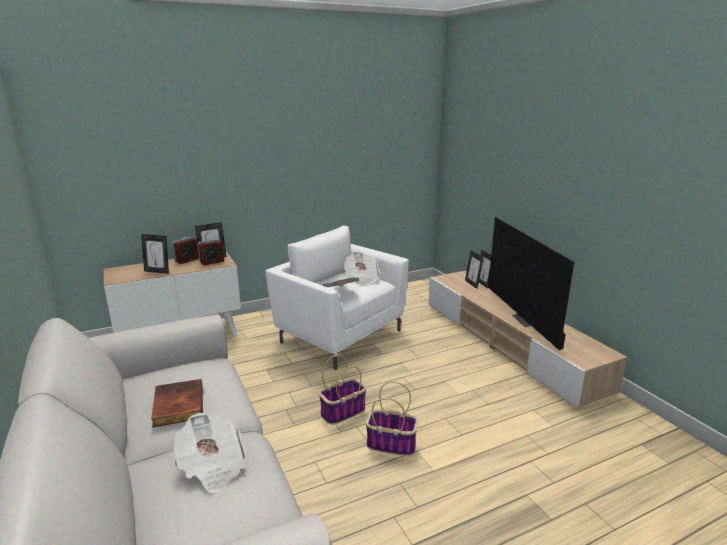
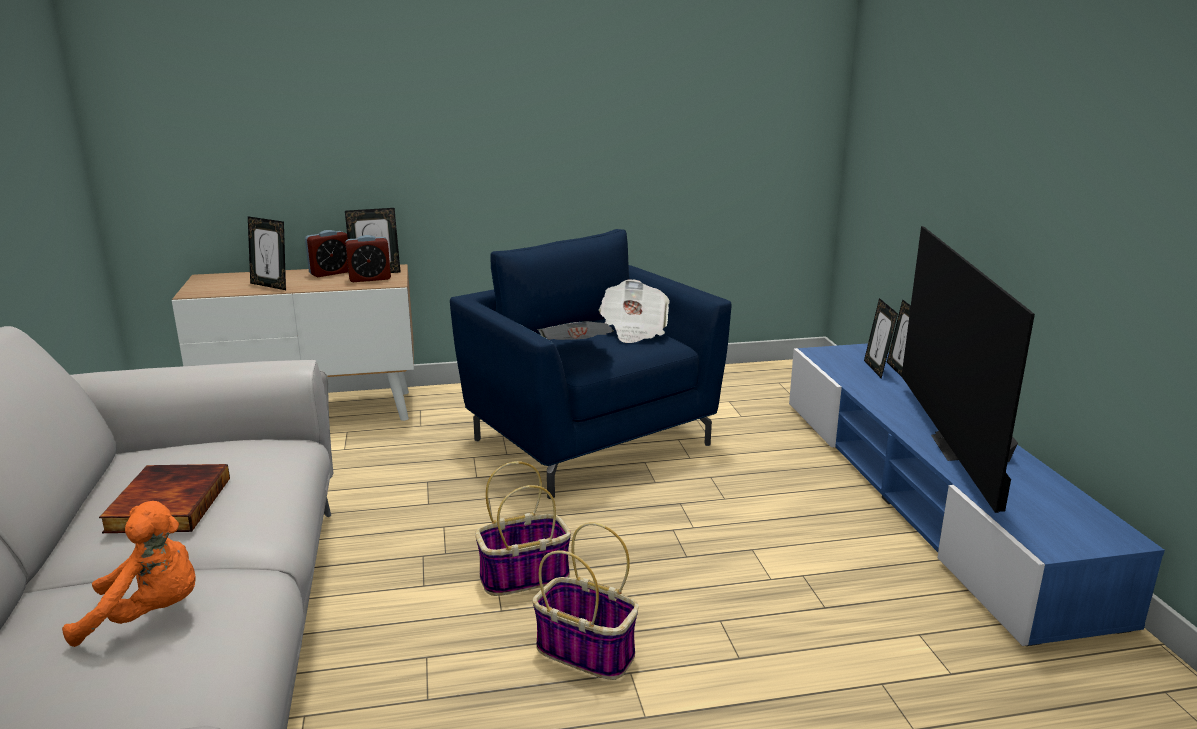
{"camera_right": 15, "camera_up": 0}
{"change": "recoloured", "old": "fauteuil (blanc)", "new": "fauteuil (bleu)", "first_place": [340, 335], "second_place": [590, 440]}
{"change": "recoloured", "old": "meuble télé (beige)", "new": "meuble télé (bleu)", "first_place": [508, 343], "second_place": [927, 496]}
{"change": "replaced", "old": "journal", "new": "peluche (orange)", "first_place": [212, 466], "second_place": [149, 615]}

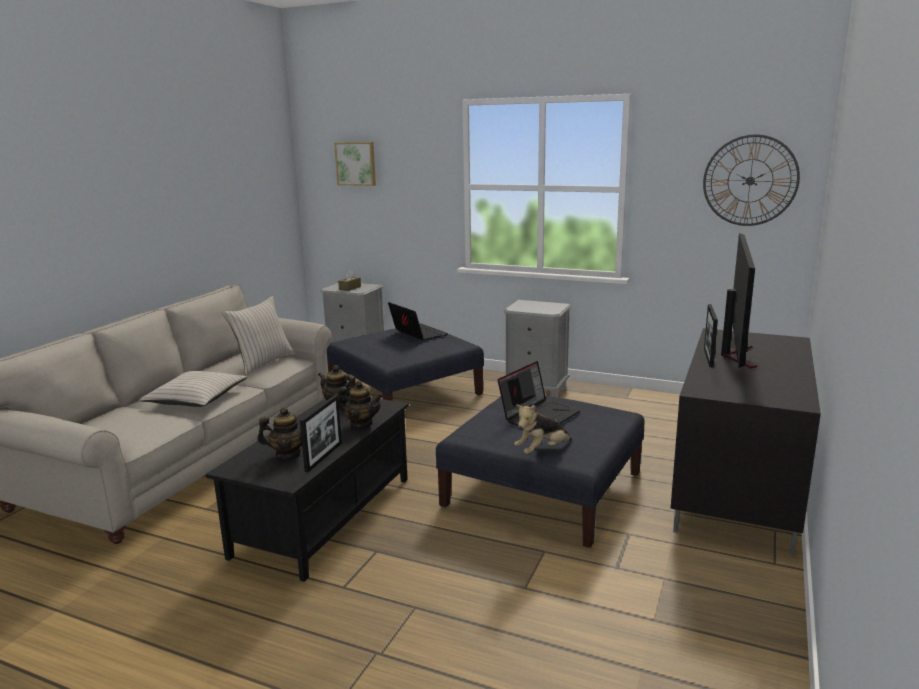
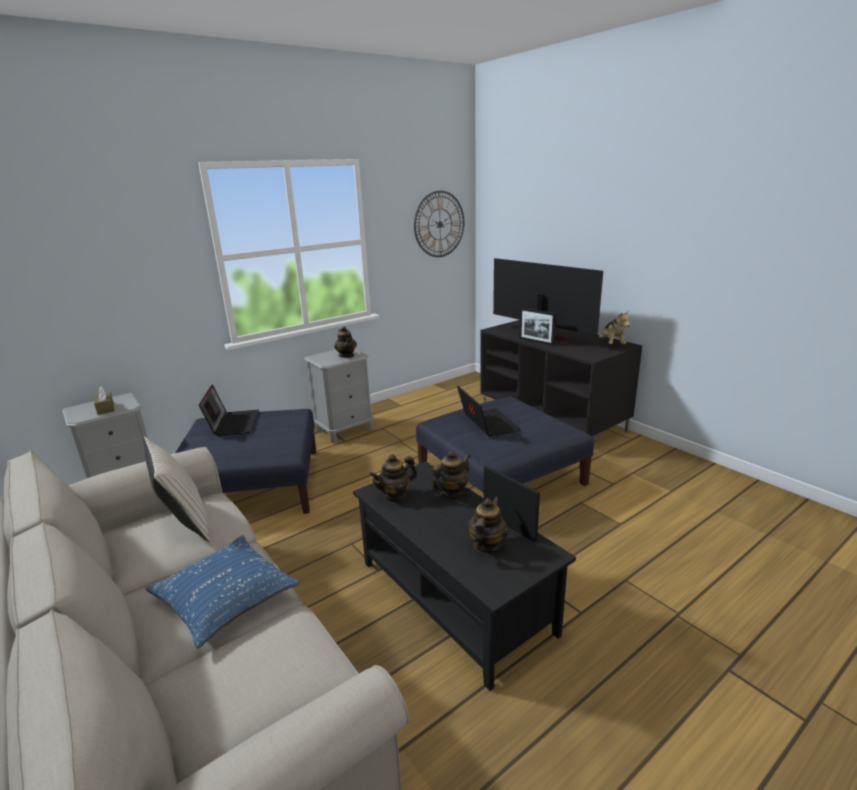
{"camera_right": -60, "camera_up": 5}
{"change": "removed", "old": "tableau", "first_place": [356, 163]}
{"change": "turned", "old": "ordinateur portable", "first_place": [417, 333], "second_place": [233, 423], "degrees": 90}
{"change": "recoloured", "old": "coussin (beige)", "new": "coussin (bleu)", "first_place": [196, 398], "second_place": [225, 598]}
{"change": "moved", "old": "peluche", "first_place": [542, 450], "second_place": [611, 344]}
{"change": "added", "new": "théière", "second_place": [346, 355]}

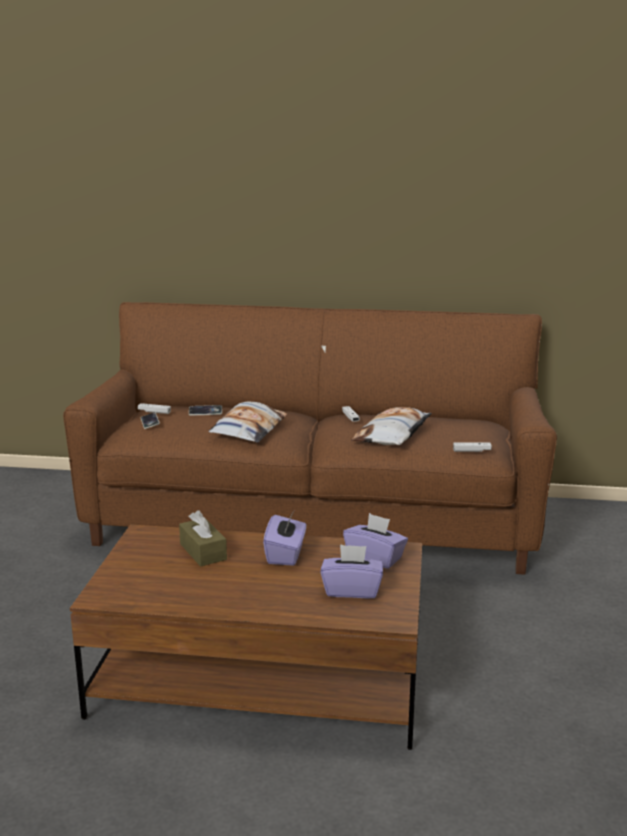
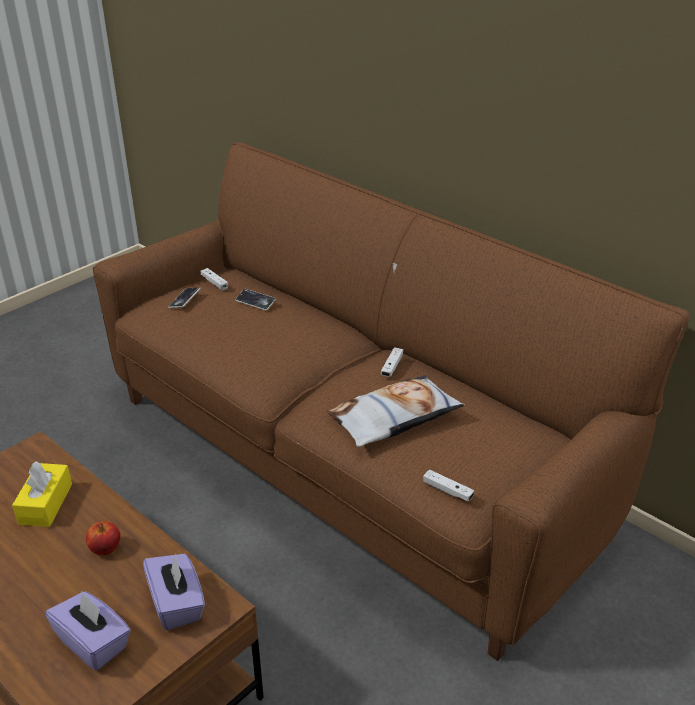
{"camera_right": 35, "camera_up": 15}
{"change": "removed", "old": "coussin", "first_place": [248, 429]}
{"change": "recoloured", "old": "boîte à mouchoirs (marron)", "new": "boîte à mouchoirs (jaune)", "first_place": [203, 552], "second_place": [45, 504]}
{"change": "replaced", "old": "boîte à mouchoirs (violet)", "new": "pomme", "first_place": [286, 554], "second_place": [105, 549]}

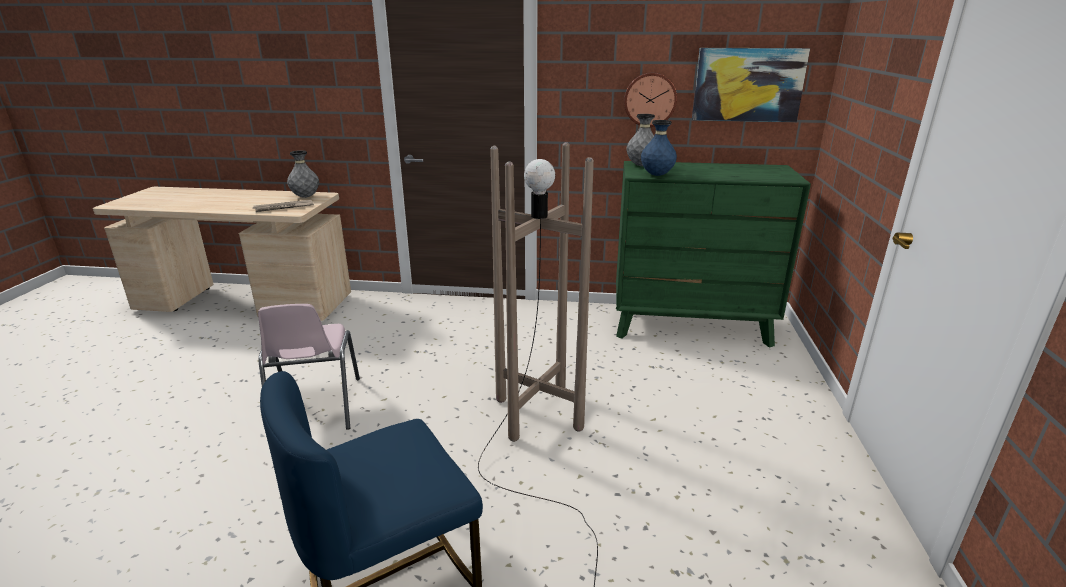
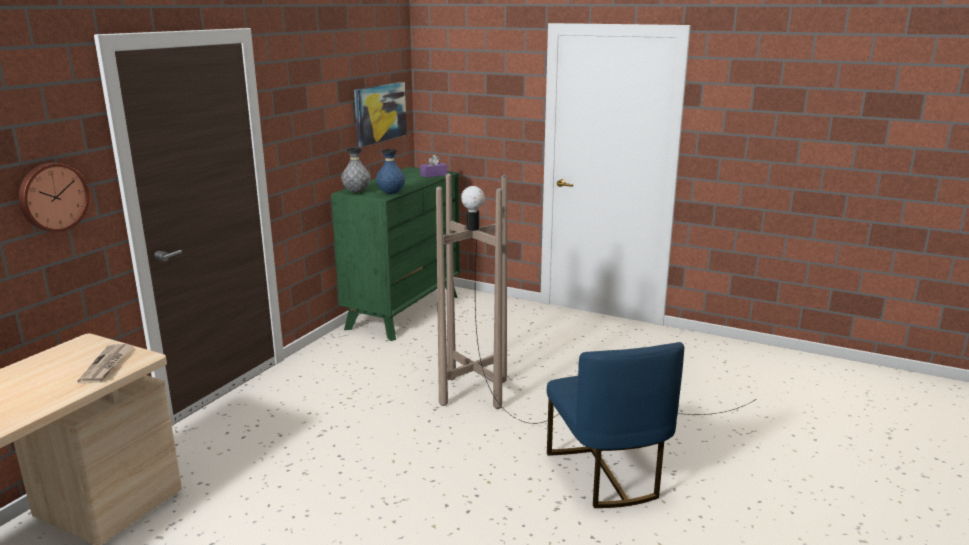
{"camera_right": -70, "camera_up": -5}
{"change": "moved", "old": "horloge murale", "first_place": [650, 99], "second_place": [52, 197]}
{"change": "removed", "old": "vase (gris)", "first_place": [305, 197]}
{"change": "removed", "old": "chaise (rose)", "first_place": [315, 408]}
{"change": "added", "new": "boîte à mouchoirs (violet)", "second_place": [433, 175]}

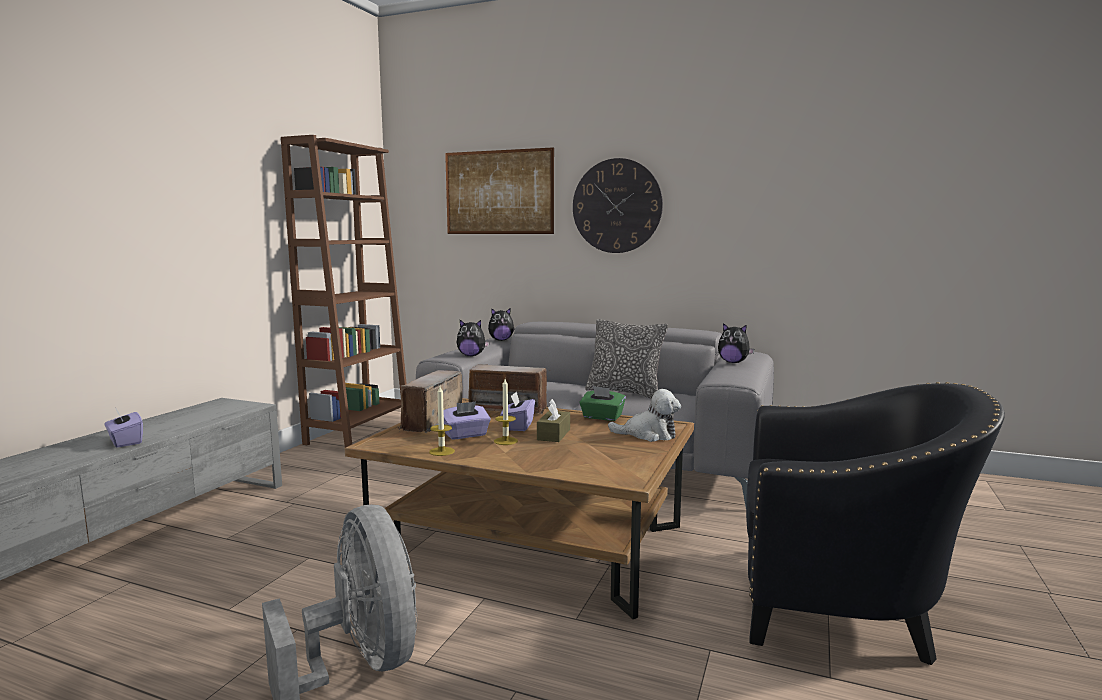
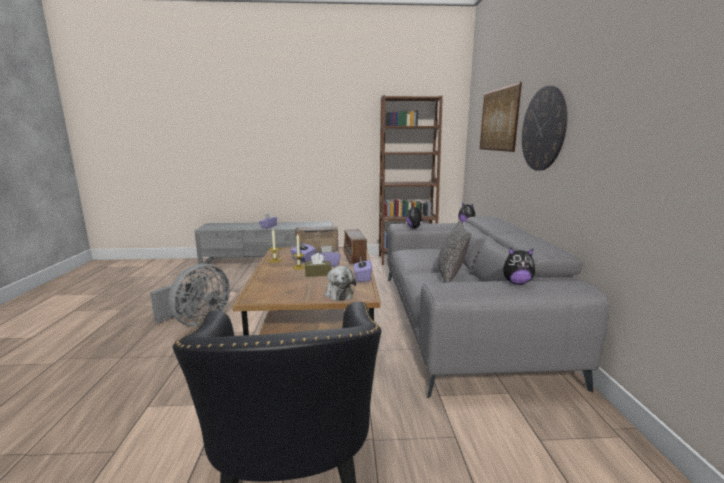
{"camera_right": 65, "camera_up": 5}
{"change": "turned", "old": "peluche", "first_place": [733, 362], "second_place": [516, 283], "degrees": -90}
{"change": "recoloured", "old": "boîte à mouchoirs (vert)", "new": "boîte à mouchoirs (violet)", "first_place": [602, 417], "second_place": [362, 278]}

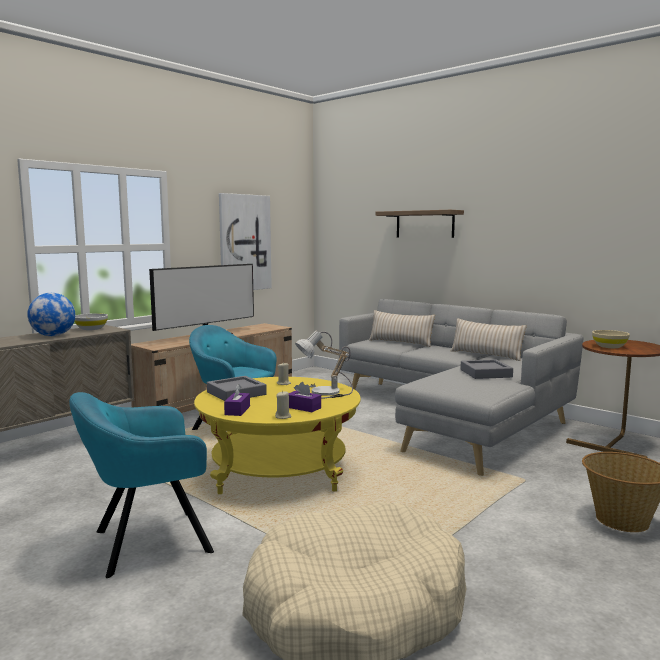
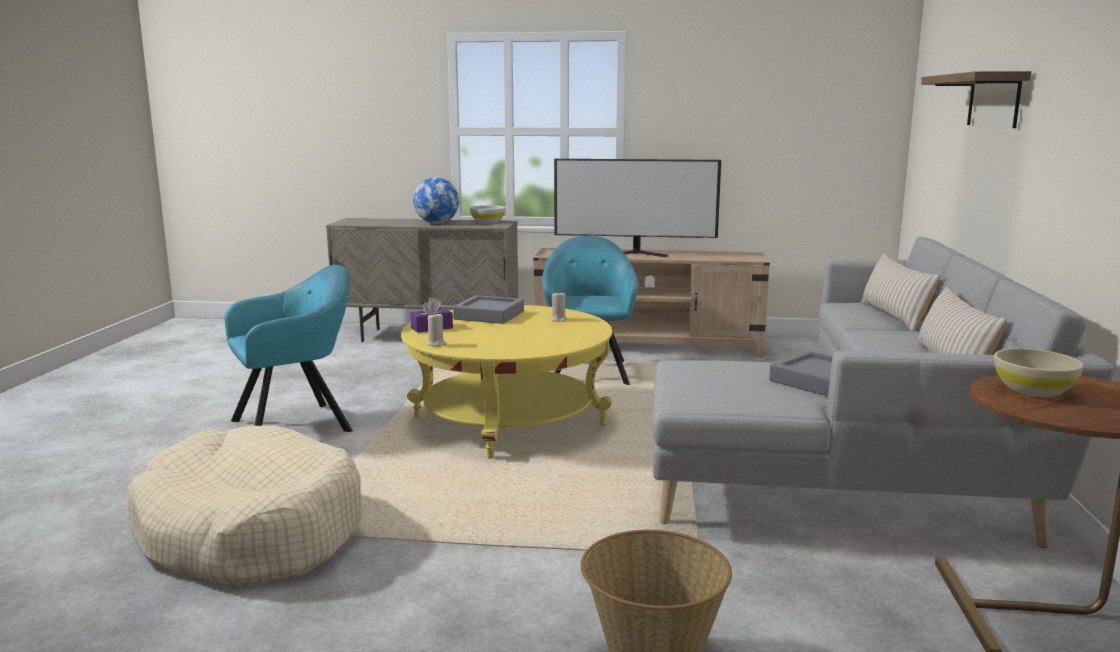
{"camera_right": 55, "camera_up": 5}
{"change": "removed", "old": "tableau", "first_place": [244, 243]}
{"change": "removed", "old": "lampe de table", "first_place": [325, 392]}
{"change": "removed", "old": "boîte à mouchoirs (violet)", "first_place": [303, 407]}
{"change": "turned", "old": "fauteuil (turquoise)", "first_place": [146, 542], "second_place": [297, 424], "degrees": 120}

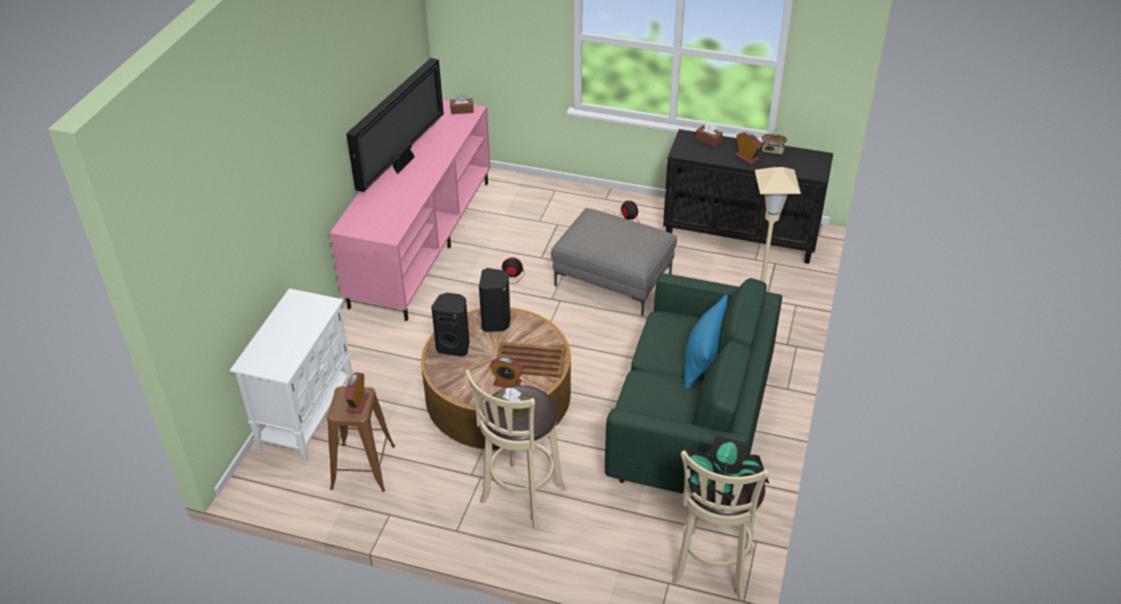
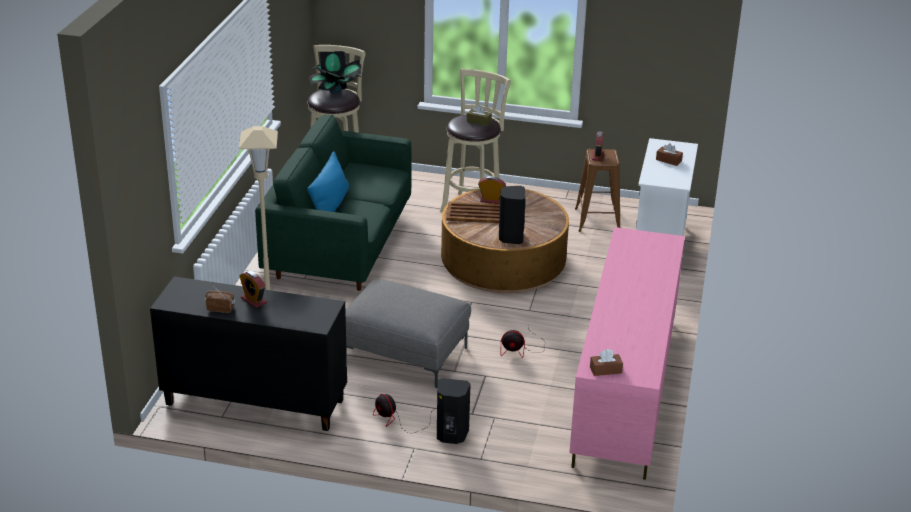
{"camera_right": 175, "camera_up": -10}
{"change": "removed", "old": "téléviseur", "first_place": [403, 163]}
{"change": "moved", "old": "boîte à mouchoirs (marron)", "first_place": [708, 140], "second_place": [668, 160]}
{"change": "moved", "old": "enceinte (noir)", "first_place": [454, 346], "second_place": [451, 435]}

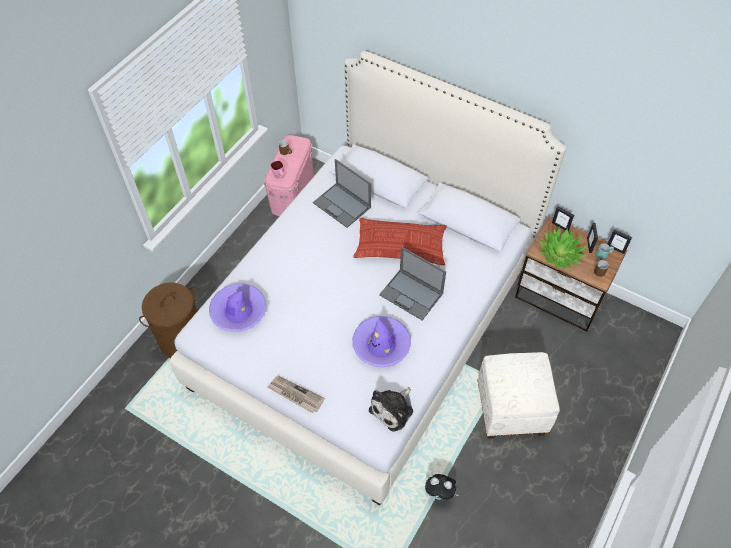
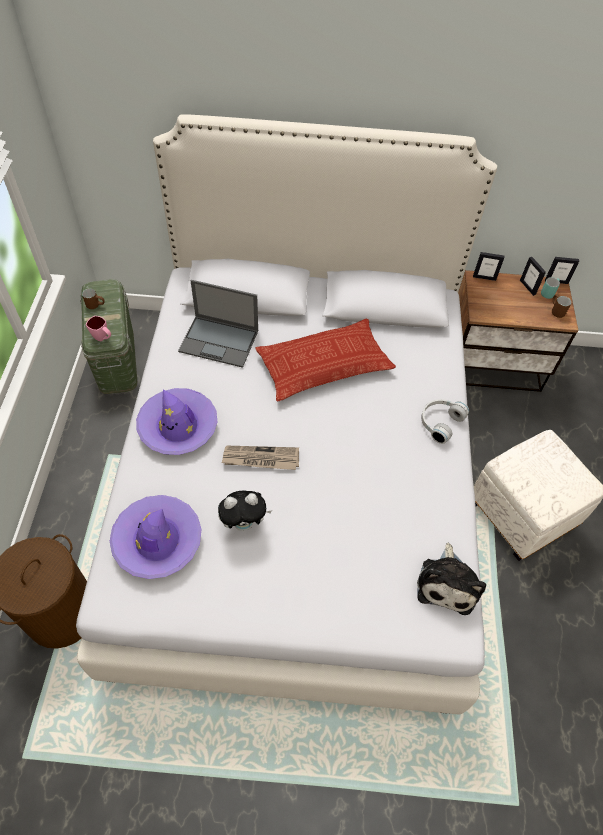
{"camera_right": -30, "camera_up": 0}
{"change": "recoloured", "old": "boîte de rangement (rose)", "new": "boîte de rangement (vert)", "first_place": [292, 193], "second_place": [116, 359]}
{"change": "removed", "old": "plante en pot", "first_place": [560, 254]}
{"change": "removed", "old": "ordinateur portable", "first_place": [412, 294]}
{"change": "moved", "old": "chapeau (violet)", "first_place": [381, 345], "second_place": [178, 426]}
{"change": "moved", "old": "journal", "first_place": [295, 395], "second_place": [260, 459]}
{"change": "moved", "old": "peluche", "first_place": [440, 493], "second_place": [244, 523]}
{"change": "added", "new": "casque audio (blanc)", "second_place": [439, 422]}

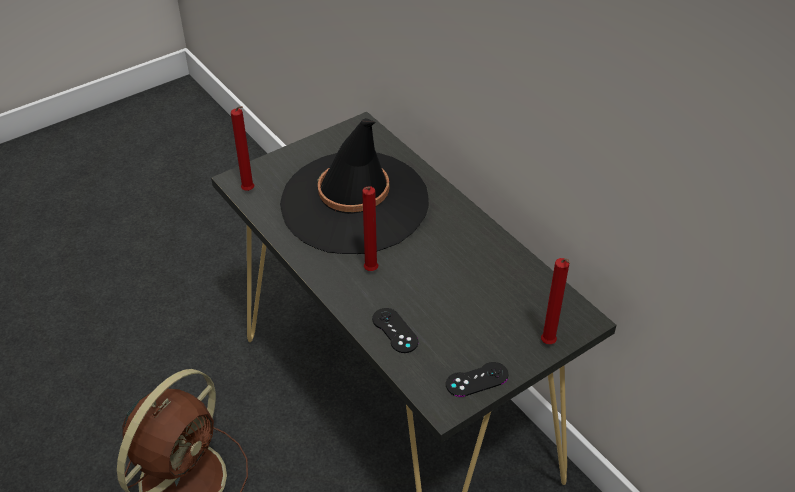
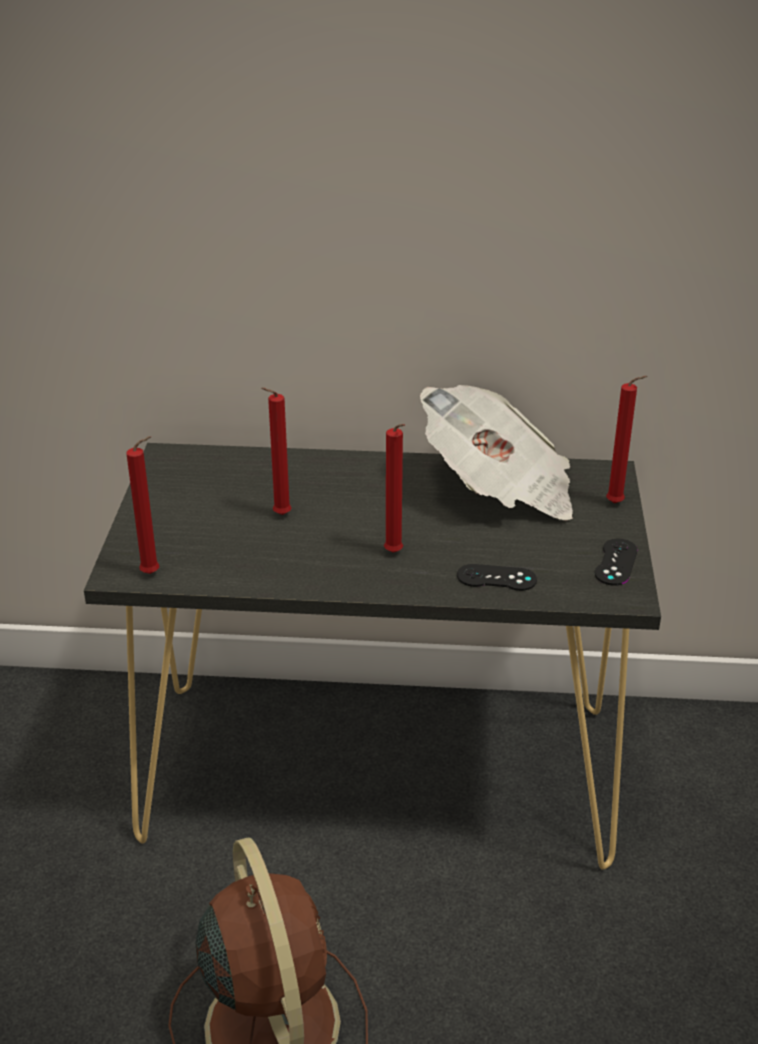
{"camera_right": -50, "camera_up": -10}
{"change": "replaced", "old": "chapeau (noir)", "new": "bougie (rouge)", "first_place": [354, 203], "second_place": [279, 515]}
{"change": "added", "new": "journal", "second_place": [499, 489]}

